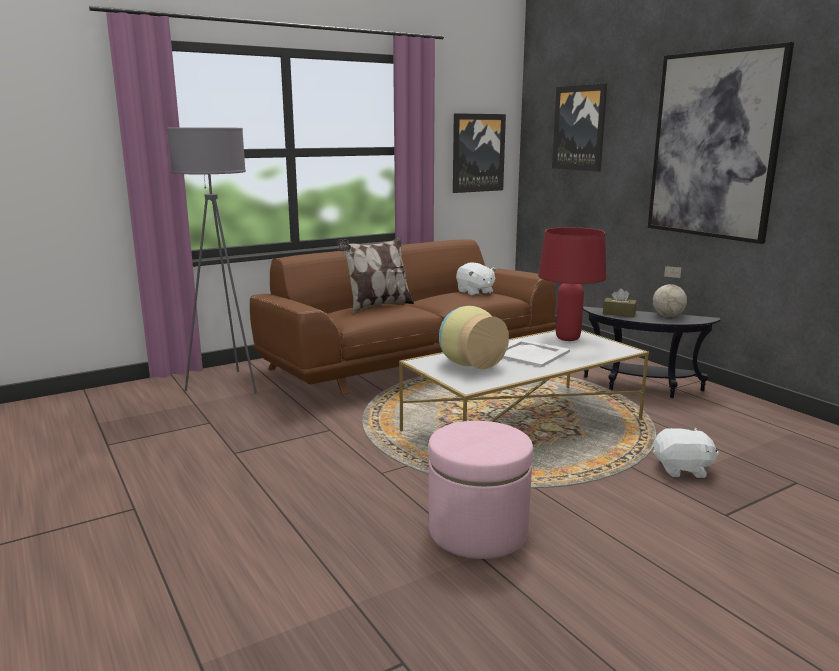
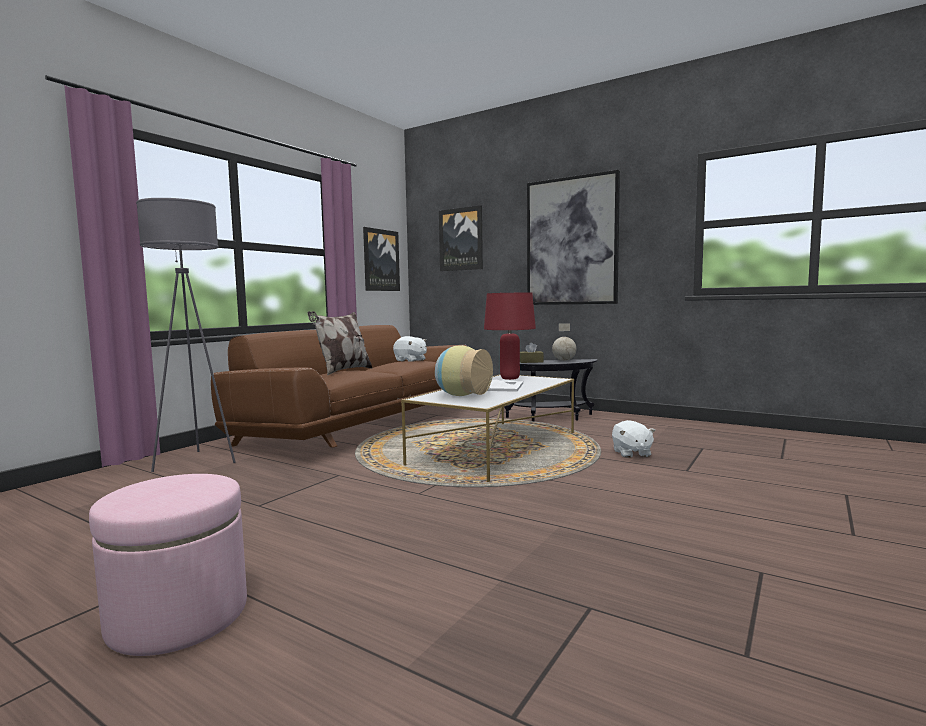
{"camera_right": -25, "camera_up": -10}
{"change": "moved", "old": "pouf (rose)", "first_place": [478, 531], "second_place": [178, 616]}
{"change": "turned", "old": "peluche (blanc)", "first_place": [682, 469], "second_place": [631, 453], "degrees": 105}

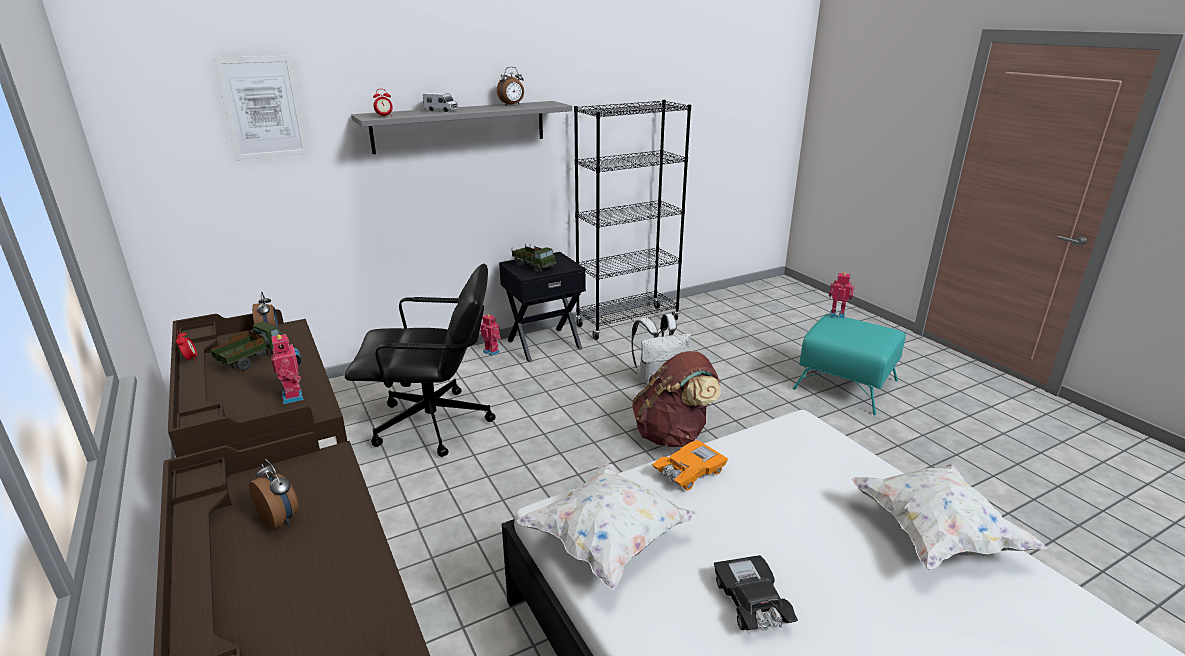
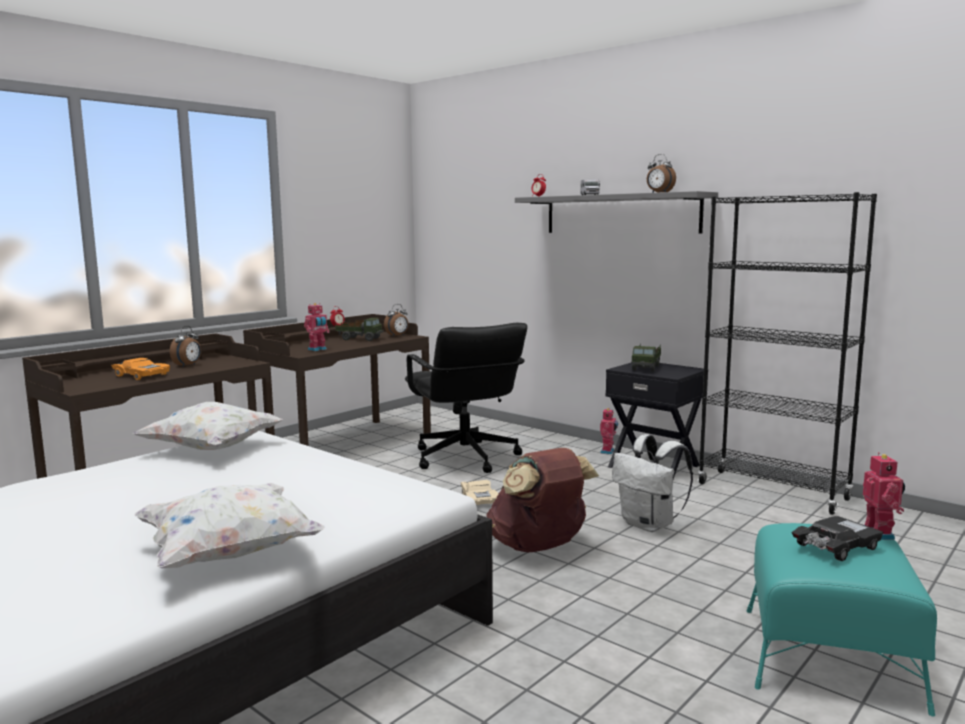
{"camera_right": 70, "camera_up": -15}
{"change": "removed", "old": "tableau", "first_place": [263, 108]}
{"change": "moved", "old": "petite voiture (orange)", "first_place": [689, 472], "second_place": [141, 375]}
{"change": "moved", "old": "petite voiture (noir)", "first_place": [752, 602], "second_place": [835, 546]}
{"change": "added", "new": "petite voiture (beige)", "second_place": [479, 499]}

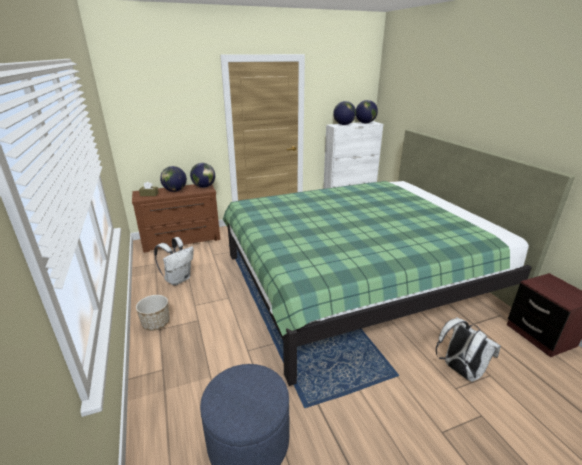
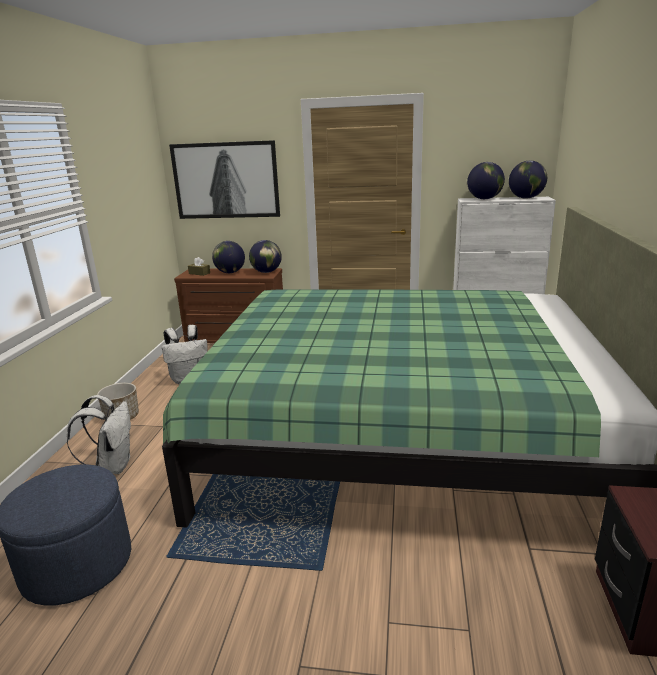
{"camera_right": 30, "camera_up": -5}
{"change": "moved", "old": "sac à dos (blanc)", "first_place": [459, 370], "second_place": [113, 466]}
{"change": "added", "new": "tableau", "second_place": [226, 180]}

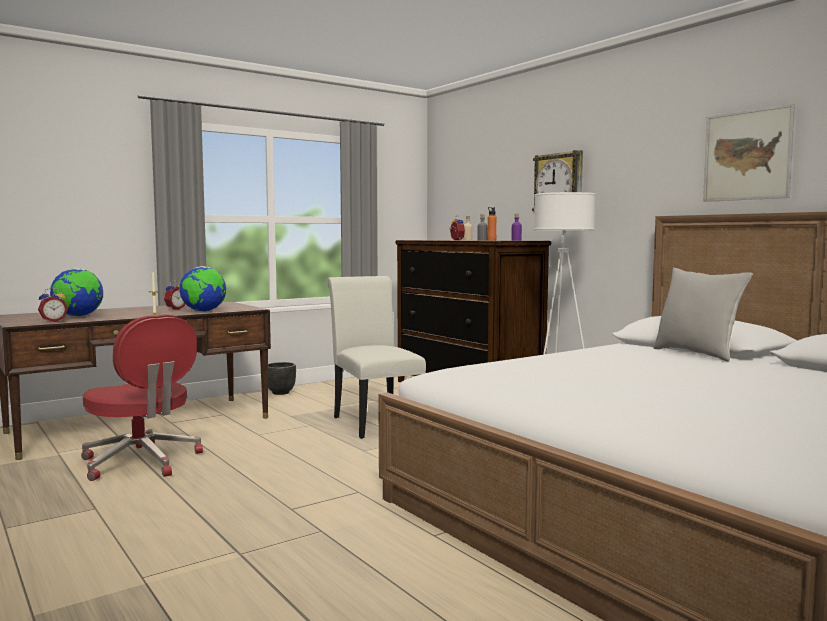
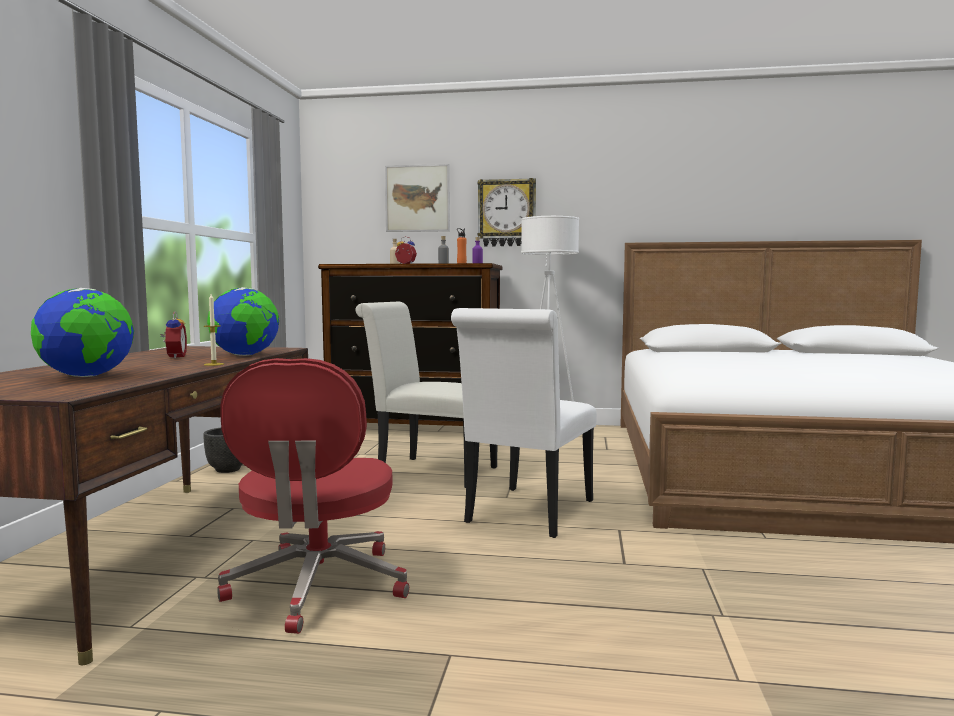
{"camera_right": -45, "camera_up": 0}
{"change": "moved", "old": "tableau", "first_place": [747, 155], "second_place": [417, 198]}
{"change": "removed", "old": "coussin (gris)", "first_place": [697, 354]}
{"change": "removed", "old": "réveil", "first_place": [53, 321]}
{"change": "turned", "old": "chaise de bureau (rouge)", "first_place": [142, 462], "second_place": [317, 587], "degrees": 90}
{"change": "added", "new": "chaise (blanc)", "second_place": [527, 514]}

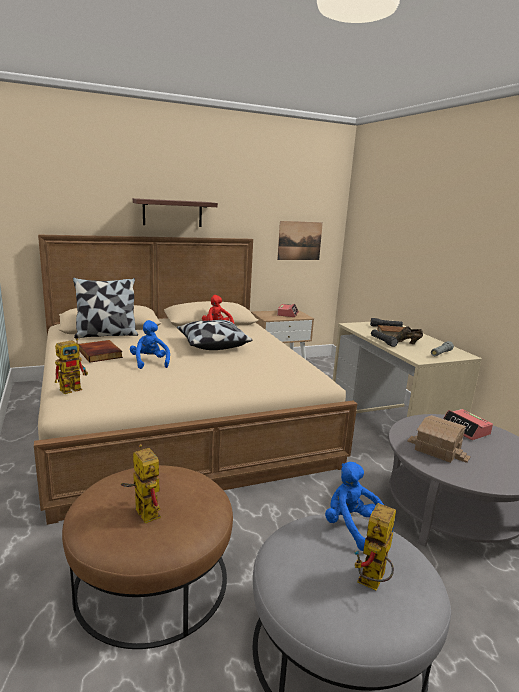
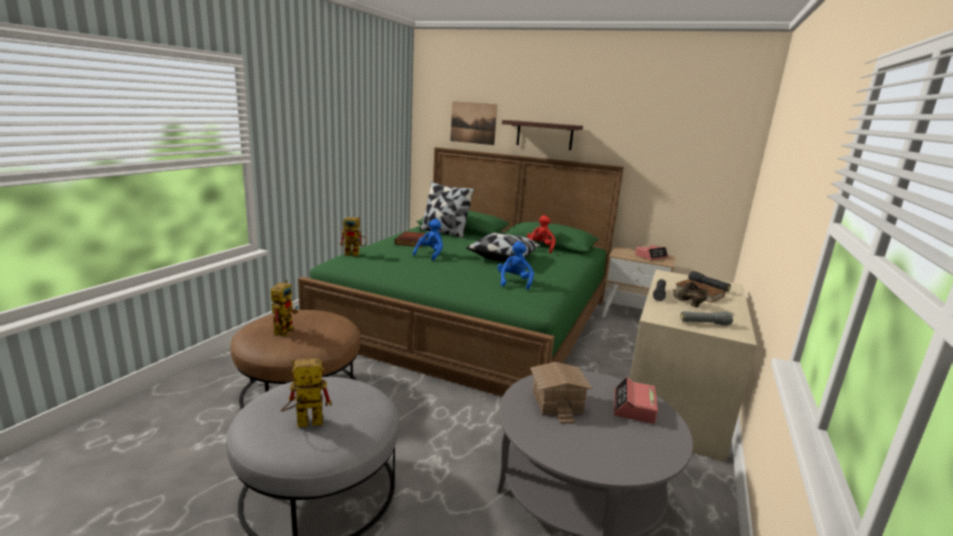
{"camera_right": 45, "camera_up": 0}
{"change": "moved", "old": "tableau", "first_place": [299, 241], "second_place": [473, 123]}
{"change": "recoloured", "old": "lit (beige)", "new": "lit (vert)", "first_place": [177, 417], "second_place": [471, 318]}
{"change": "moved", "old": "peluche (bleu)", "first_place": [352, 527], "second_place": [514, 282]}

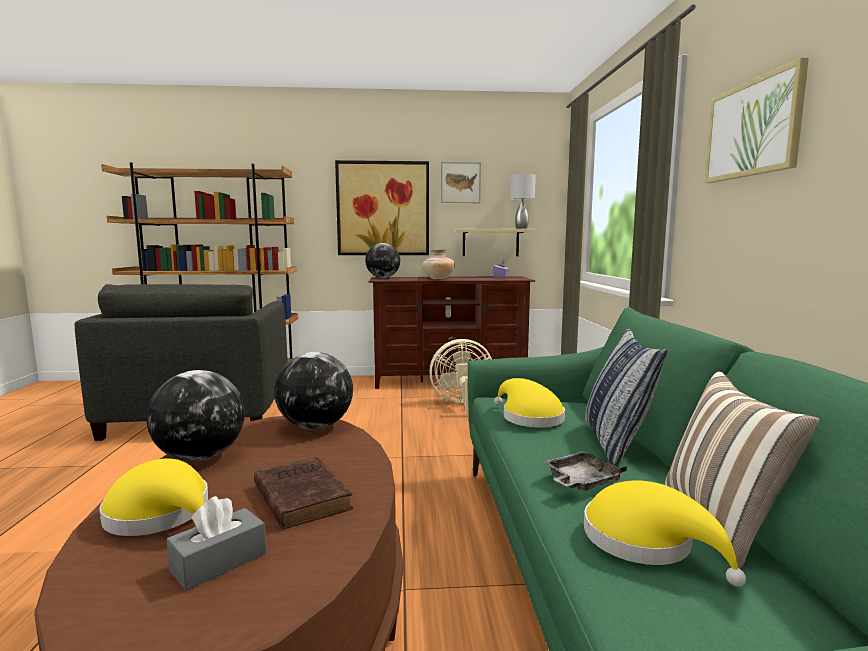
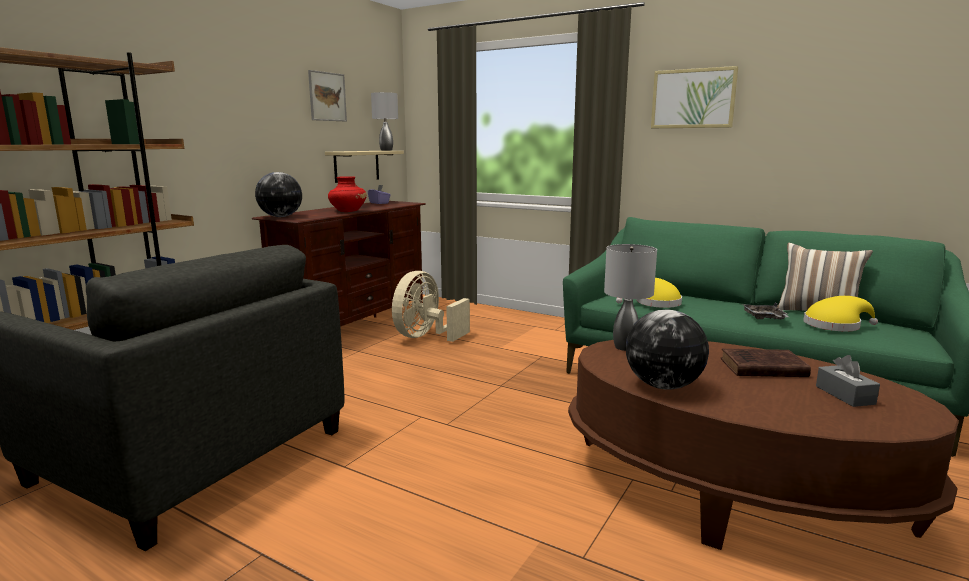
{"camera_right": -55, "camera_up": 5}
{"change": "removed", "old": "tableau", "first_place": [383, 209]}
{"change": "recoloured", "old": "vase (beige)", "new": "vase (rouge)", "first_place": [438, 279], "second_place": [348, 211]}
{"change": "removed", "old": "coussin", "first_place": [616, 443]}
{"change": "replaced", "old": "globe", "new": "lampe de table (gris)", "first_place": [315, 426], "second_place": [624, 347]}
{"change": "removed", "old": "chapeau (jaune)", "first_place": [163, 516]}

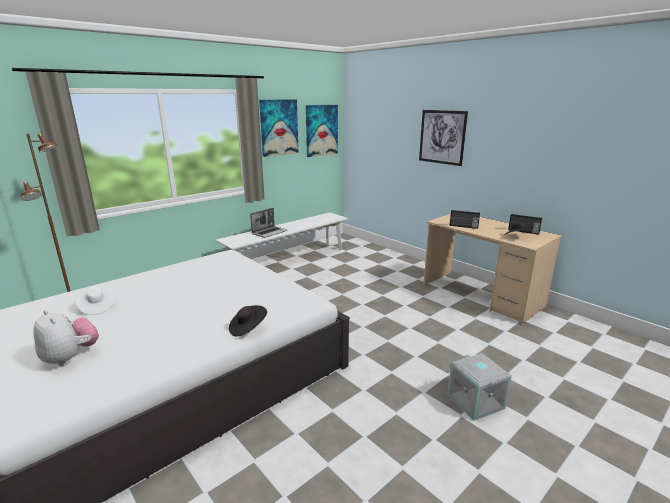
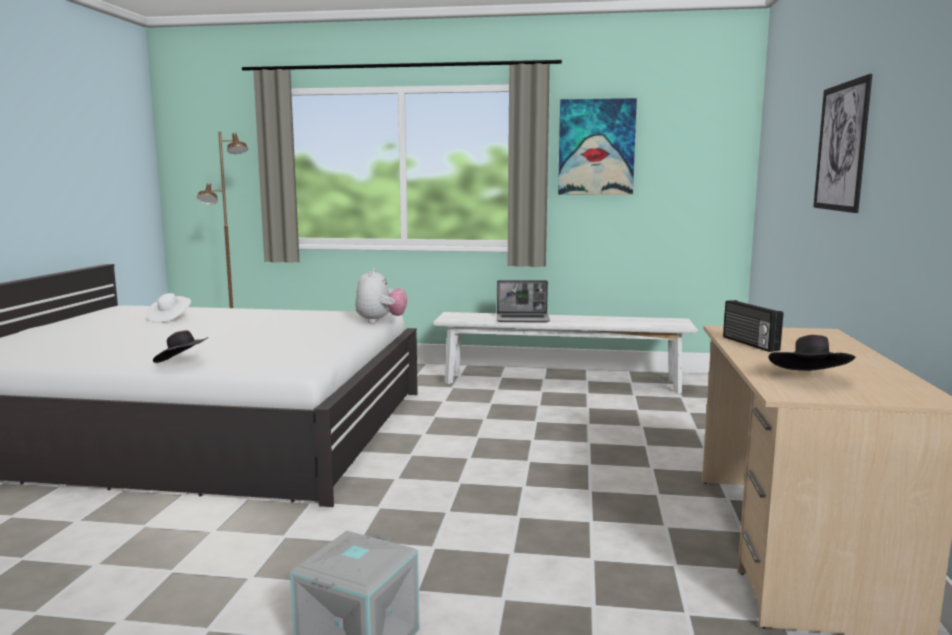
{"camera_right": 50, "camera_up": -10}
{"change": "removed", "old": "tableau", "first_place": [321, 130]}
{"change": "removed", "old": "radio", "first_place": [523, 231]}
{"change": "moved", "old": "peluche", "first_place": [70, 357], "second_place": [380, 321]}

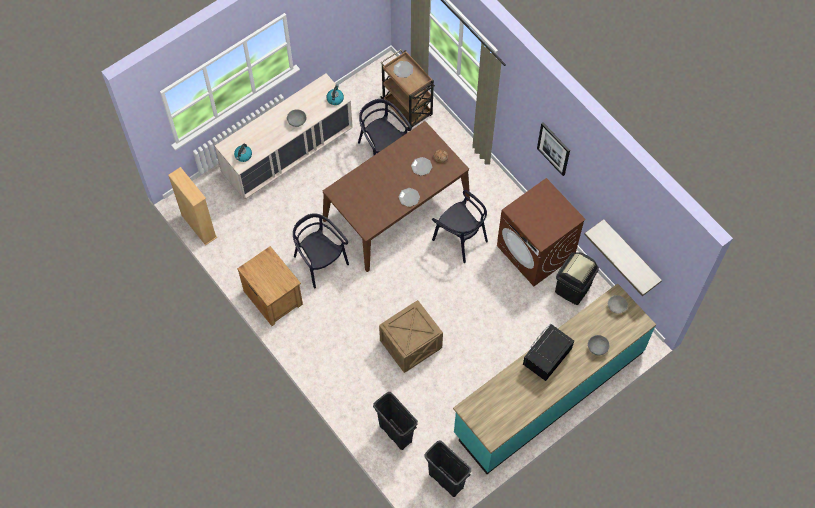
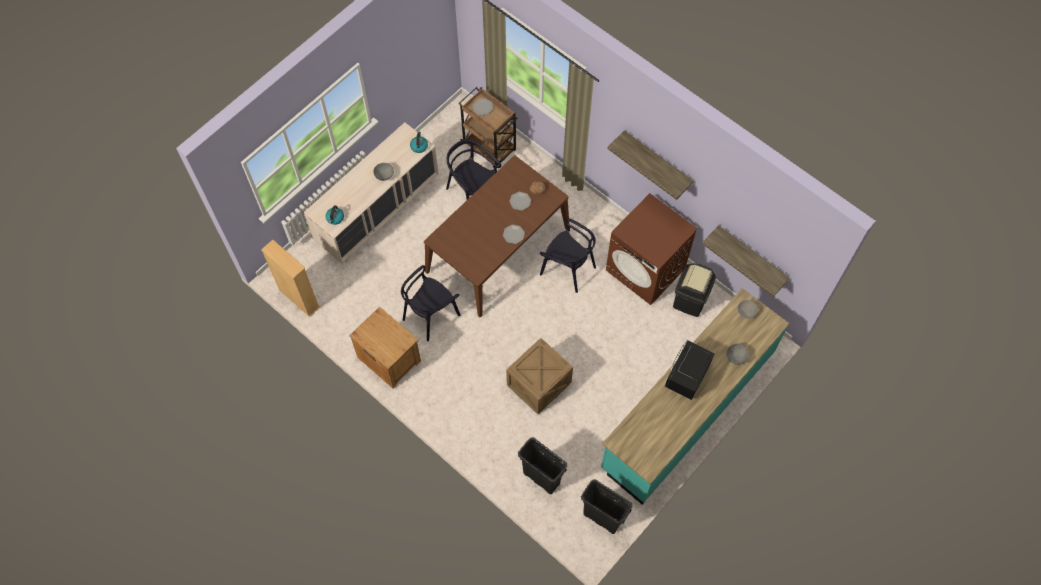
{"camera_right": -10, "camera_up": 0}
{"change": "replaced", "old": "tableau", "new": "étagère", "first_place": [554, 148], "second_place": [657, 161]}
{"change": "turned", "old": "chaise (noir)", "first_place": [320, 262], "second_place": [430, 315], "degrees": -90}

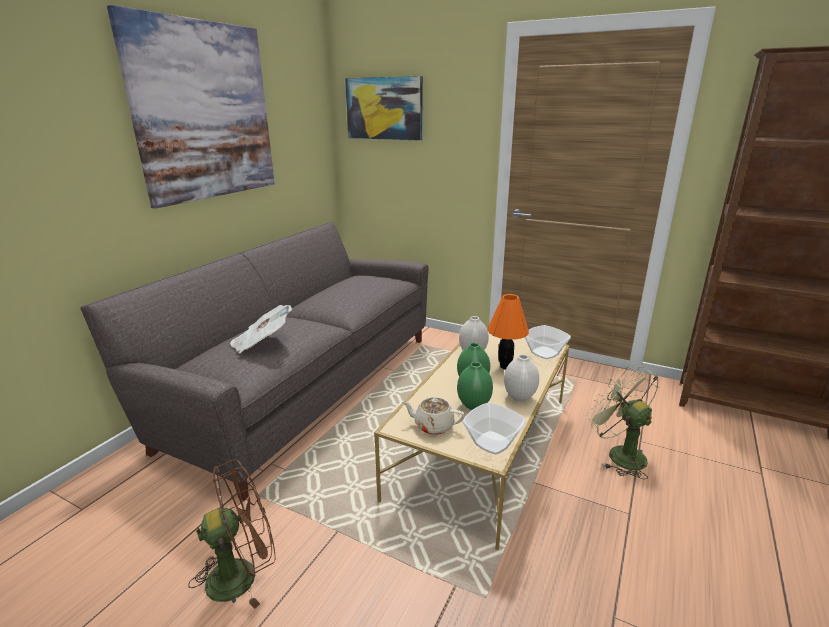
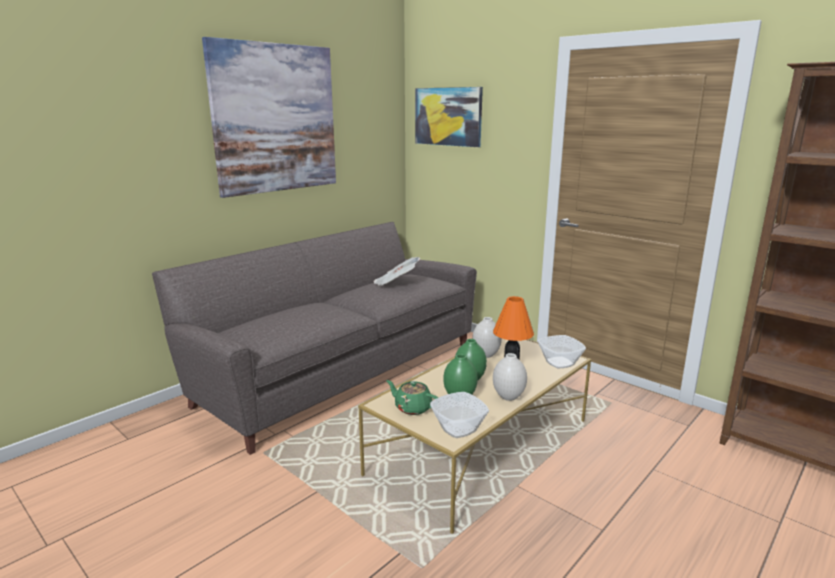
{"camera_right": 15, "camera_up": -5}
{"change": "moved", "old": "journal", "first_place": [262, 343], "second_place": [396, 283]}
{"change": "removed", "old": "ventilateur (vert)", "first_place": [619, 454]}
{"change": "recoloured", "old": "théière (beige)", "new": "théière (vert)", "first_place": [433, 426], "second_place": [412, 408]}
{"change": "removed", "old": "ventilateur (marron)", "first_place": [242, 574]}

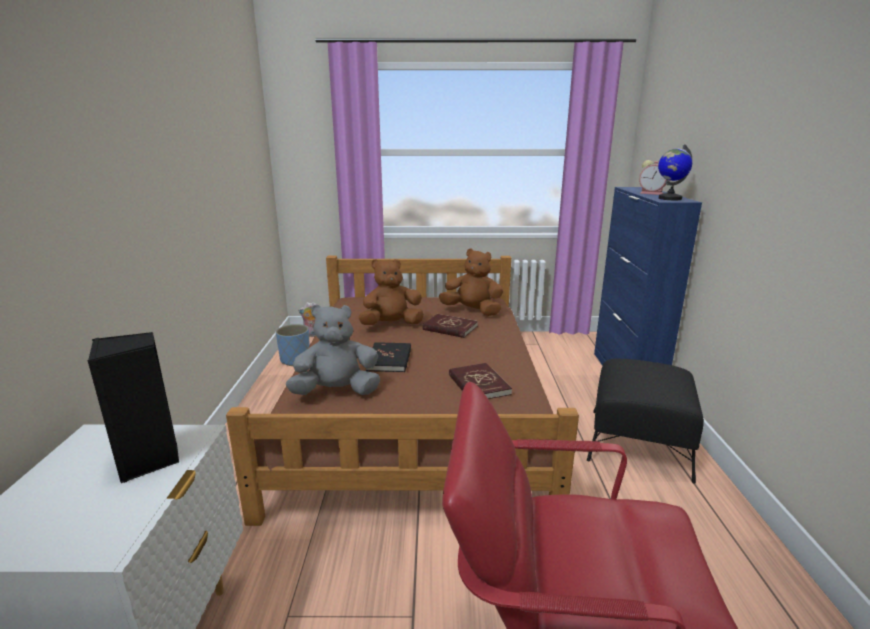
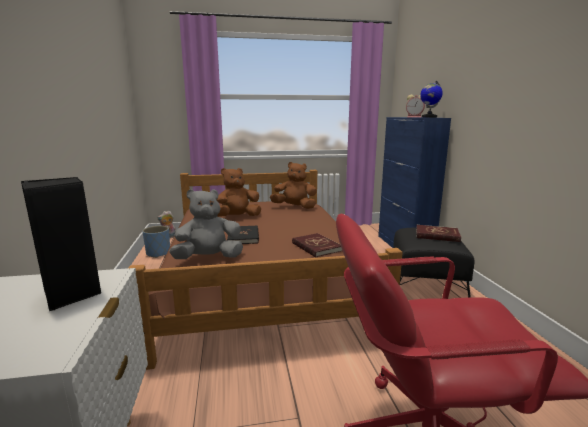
{"camera_right": -10, "camera_up": -5}
{"change": "moved", "old": "livre (rouge)", "first_place": [450, 328], "second_place": [437, 235]}

